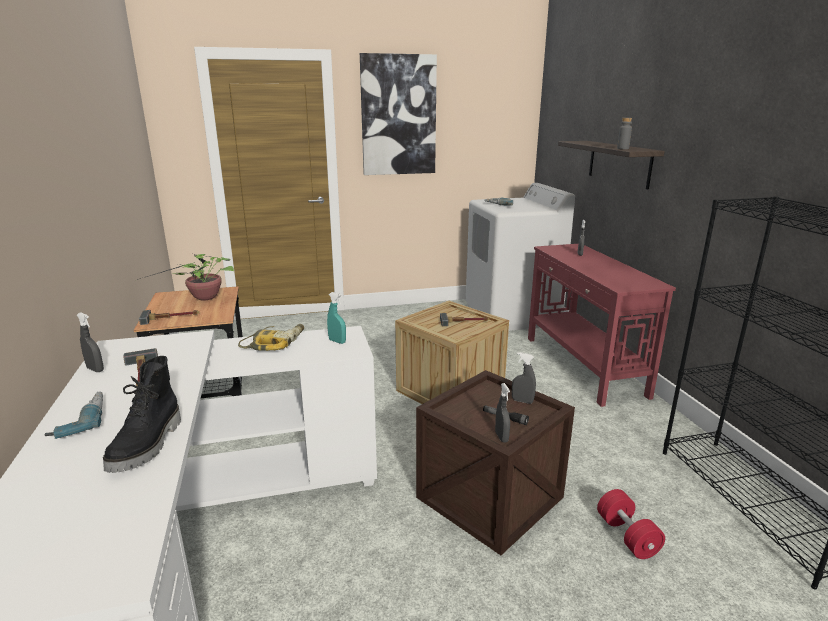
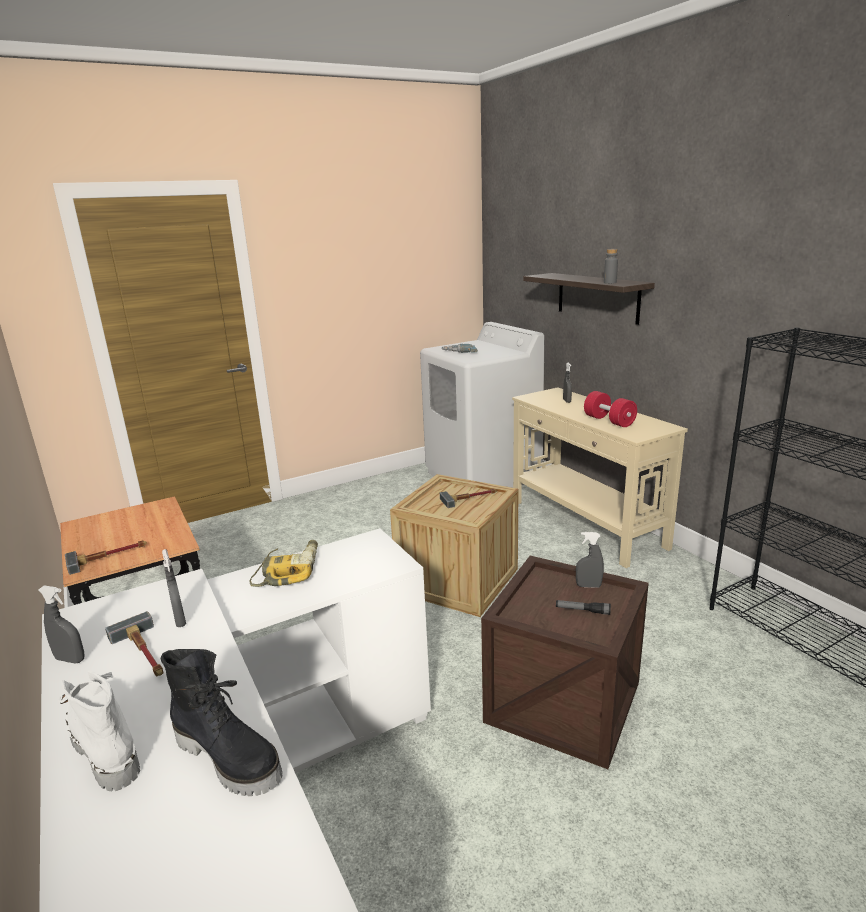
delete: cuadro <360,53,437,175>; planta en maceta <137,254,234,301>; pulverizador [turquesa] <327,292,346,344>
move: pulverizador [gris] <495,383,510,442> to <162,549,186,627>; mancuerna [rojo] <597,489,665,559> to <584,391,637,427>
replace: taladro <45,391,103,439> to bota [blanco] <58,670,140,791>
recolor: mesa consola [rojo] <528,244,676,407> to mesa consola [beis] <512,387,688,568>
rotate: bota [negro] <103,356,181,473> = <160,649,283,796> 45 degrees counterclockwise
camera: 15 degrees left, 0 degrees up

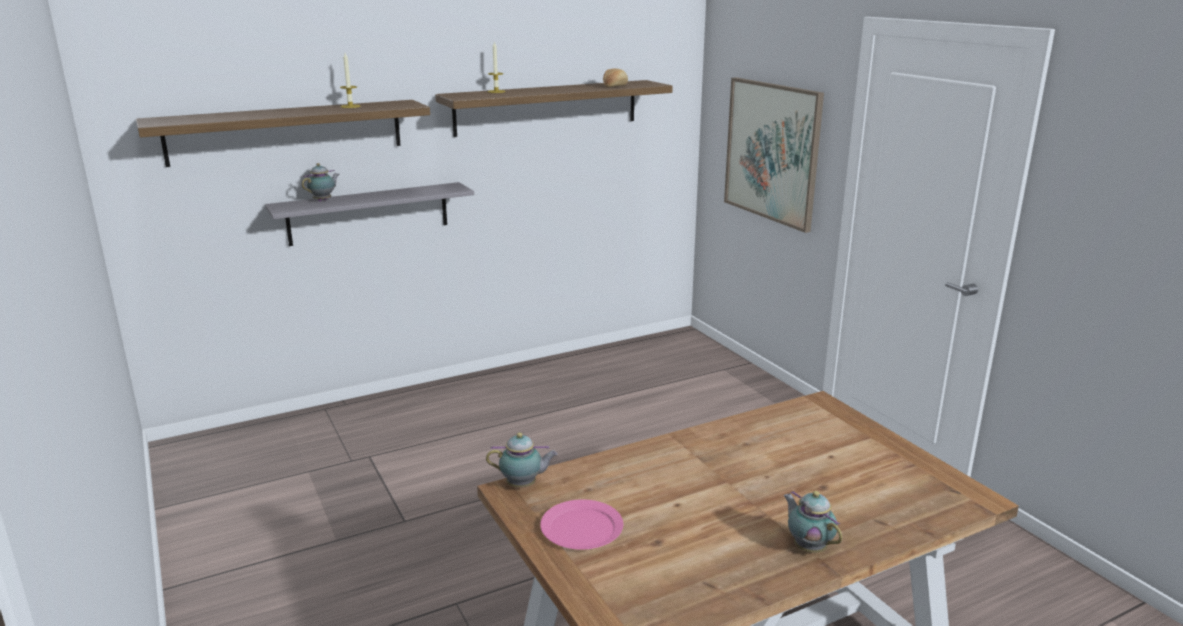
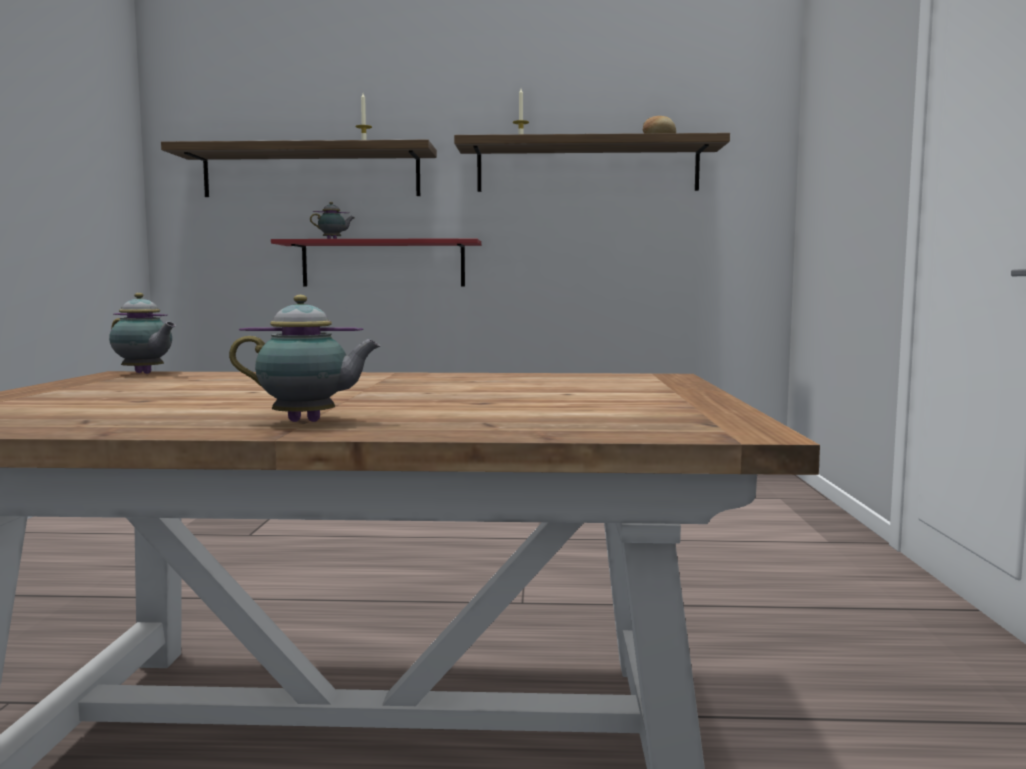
delete: cuadro <724,77,824,233>; plato [rosa] <540,499,623,549>
recolor: estante [gris] <265,182,474,246> to estante [rojo] <271,238,481,286>
rotate: tetera <783,491,843,553> = <229,295,381,422> 90 degrees clockwise
camera: 30 degrees right, 15 degrees down

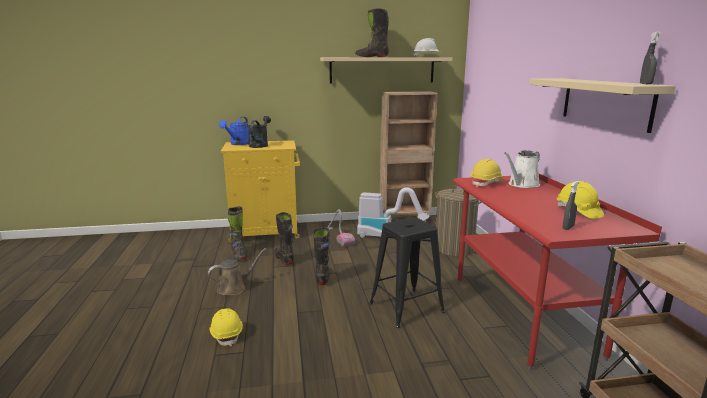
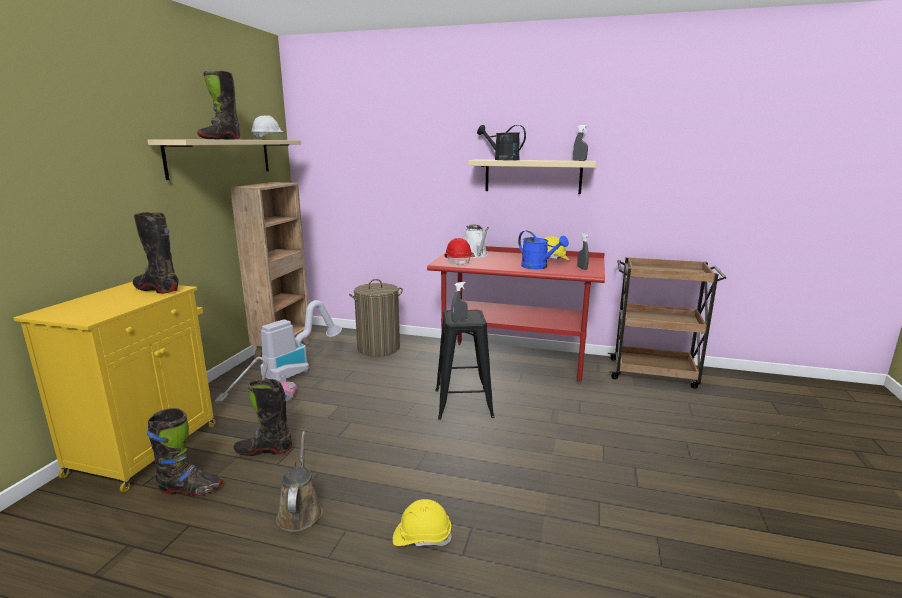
insert: pulverizador [gris] <451,282,467,322>
move: regadera [negro] <248,116,271,148> to <477,125,526,160>; regadera [azul] <219,117,249,145> to <518,231,569,269>; bota [negro] <313,227,330,285> to <133,212,179,294>
recolor: casco [amarillo] <470,159,504,187> to casco [rojo] <444,238,473,266>
camera: 65 degrees left, 0 degrees up

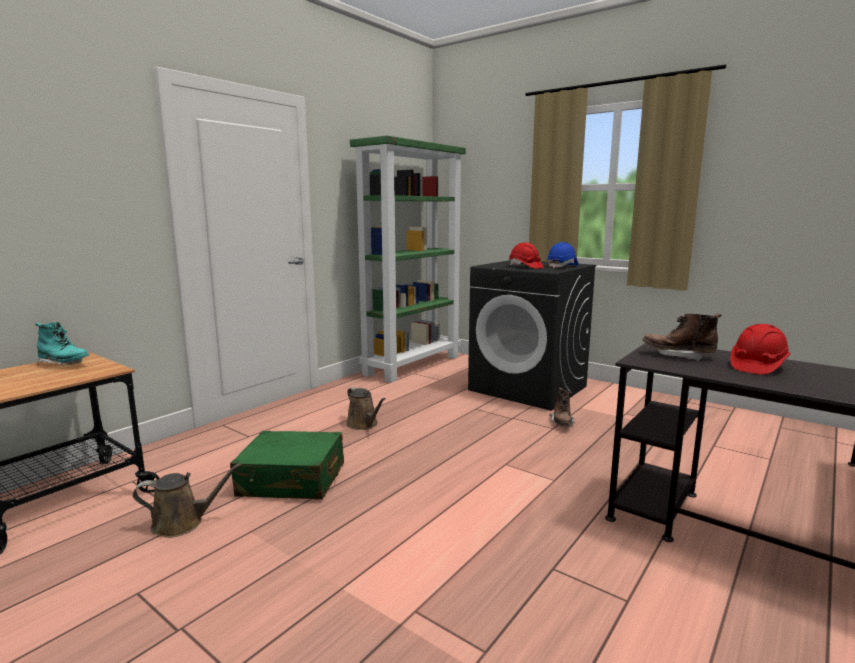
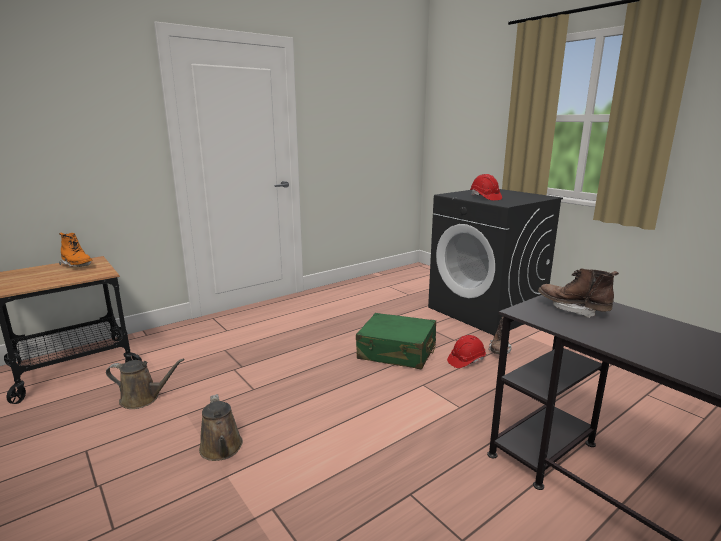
delete: estantería [verde] <350,136,466,383>; casco [azul] <547,242,578,268>
move: casco [rojo] <730,324,791,375> to <447,335,486,368>; regadera [marrón] <346,387,386,430> to <199,394,243,461>; maleta [verde] <230,431,344,500> to <356,313,436,369>
recolor: bota [turquesa] <35,322,89,365> to bota [naranja] <59,233,92,267>
camera: 15 degrees right, 5 degrees up

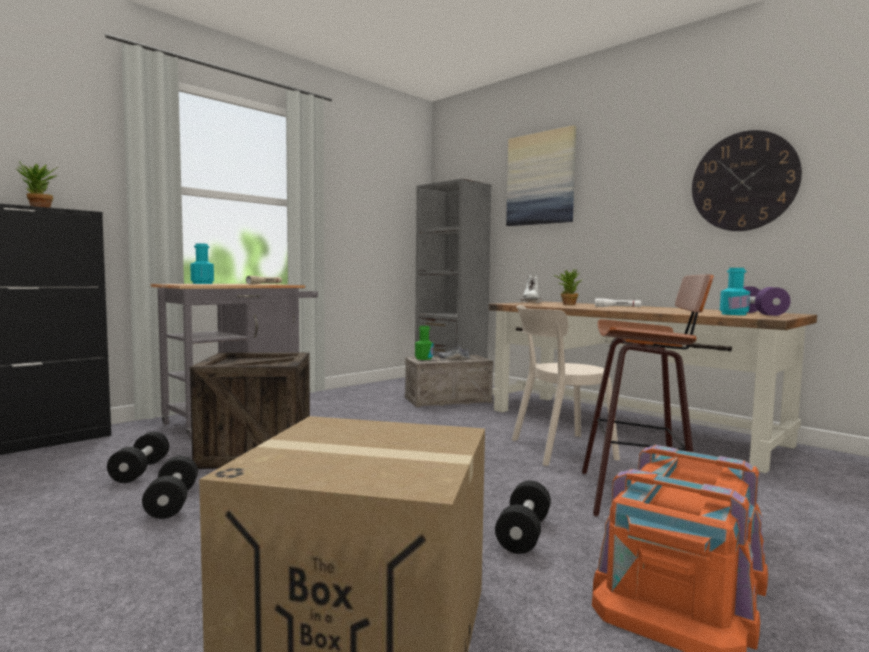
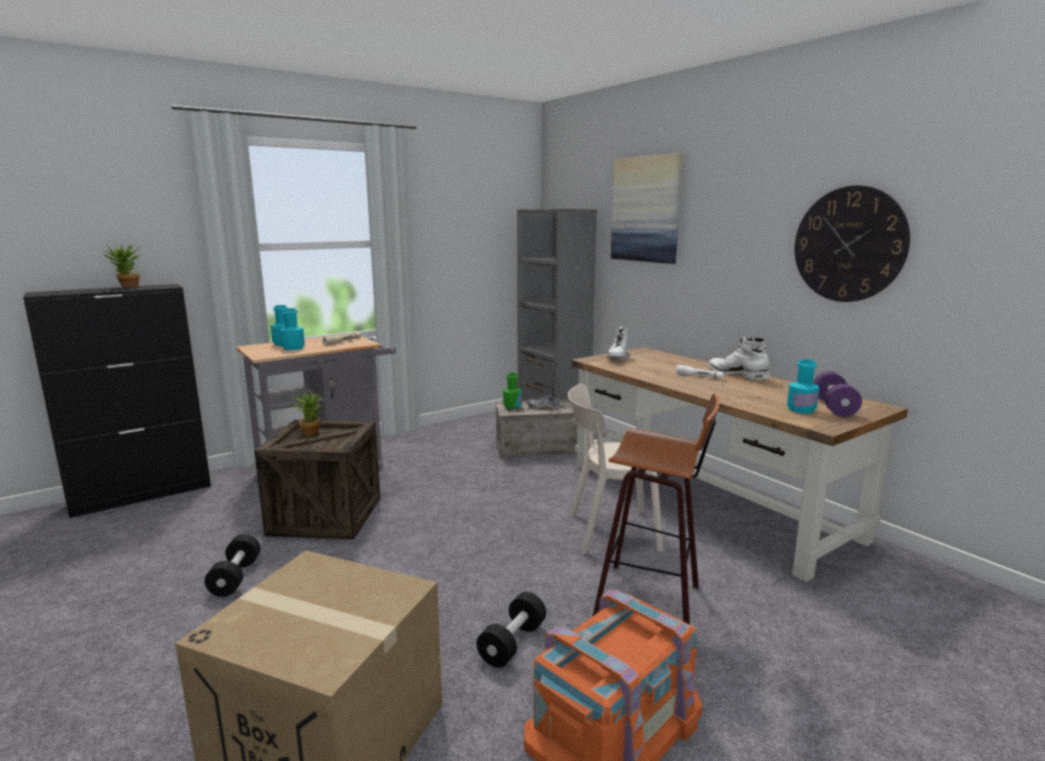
delete: mancuerna [negro] <107,432,169,483>
insert: botella [turquesa] <280,308,305,350>; bota [blanco] <708,337,770,380>
move: planta en maceta <554,269,582,305> to <291,390,322,436>
camera: 10 degrees right, 10 degrees up

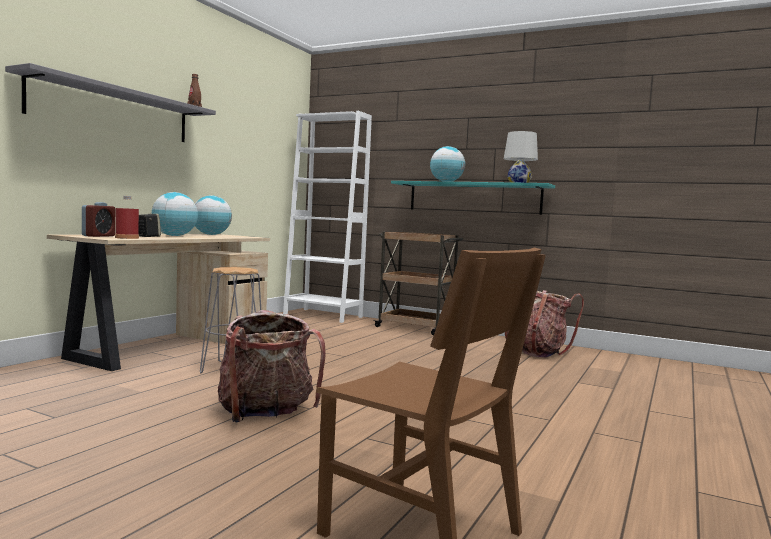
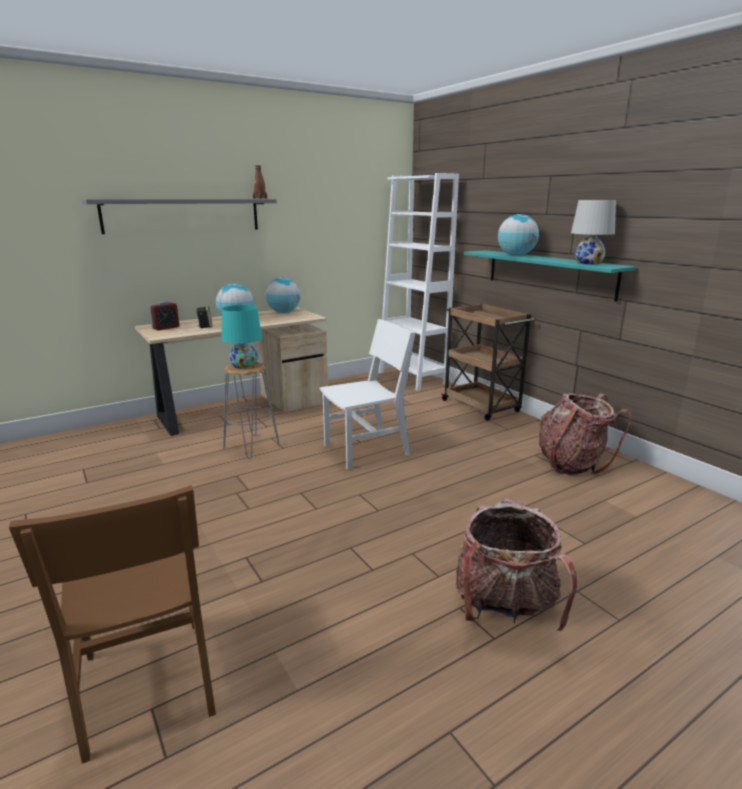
delete: botella [rojo] <115,196,139,239>
insert: lámpara de mesa [turquesa] <221,305,262,369>; silla [blanco] <320,319,415,470>
move: mochila <218,310,326,422> to <456,498,577,631>
camera: 30 degrees right, 15 degrees up

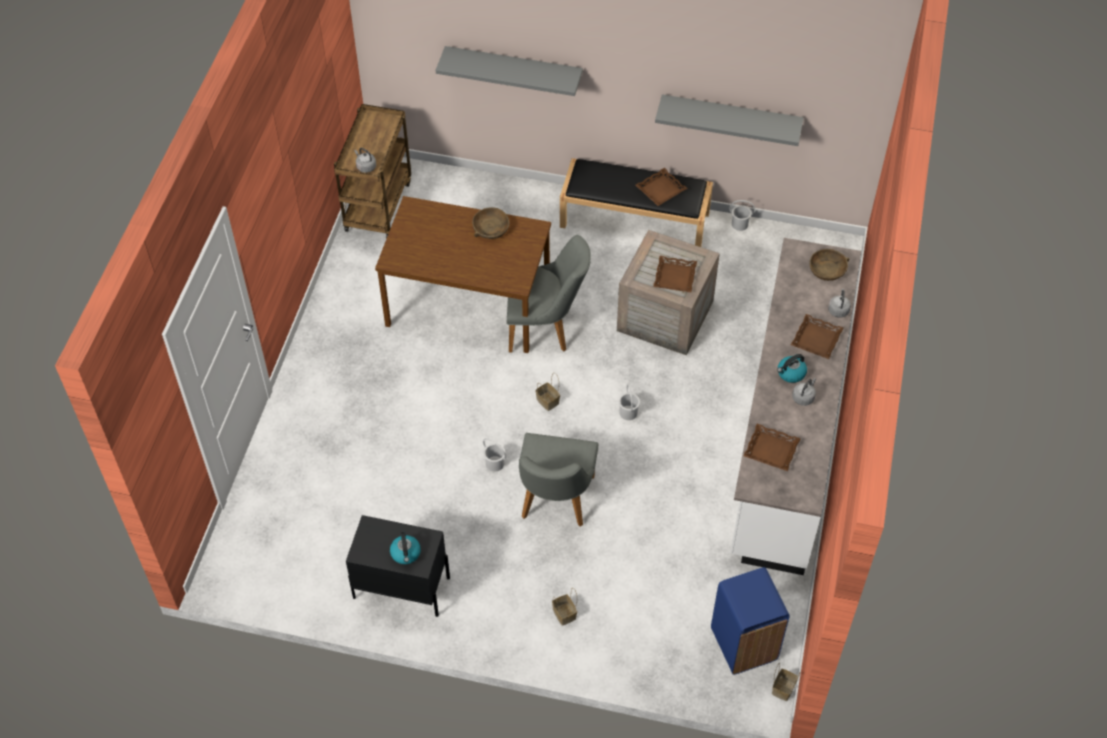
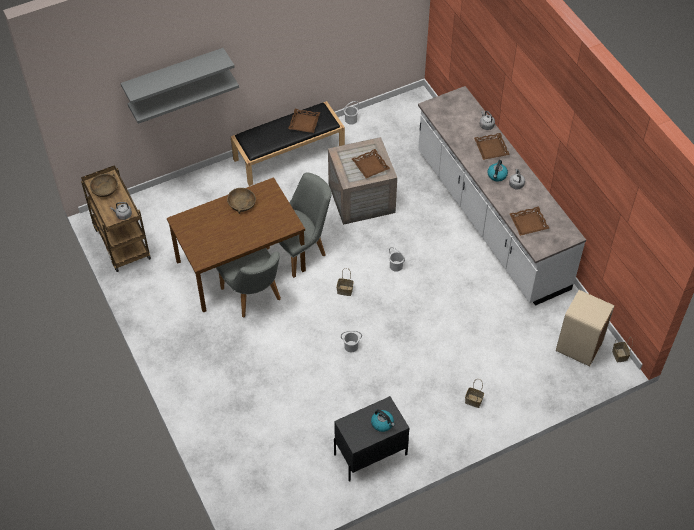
move: estante [gris] <655,94,804,146> to <121,48,235,104>; cuenco [marrón] <809,249,849,281> to <90,174,118,197>; silla [gris] <519,433,598,527> to <216,248,281,318>
recolor: papelera [azul] <711,567,790,675> to papelera [beis] <556,290,615,367>
camera: 40 degrees left, 0 degrees up

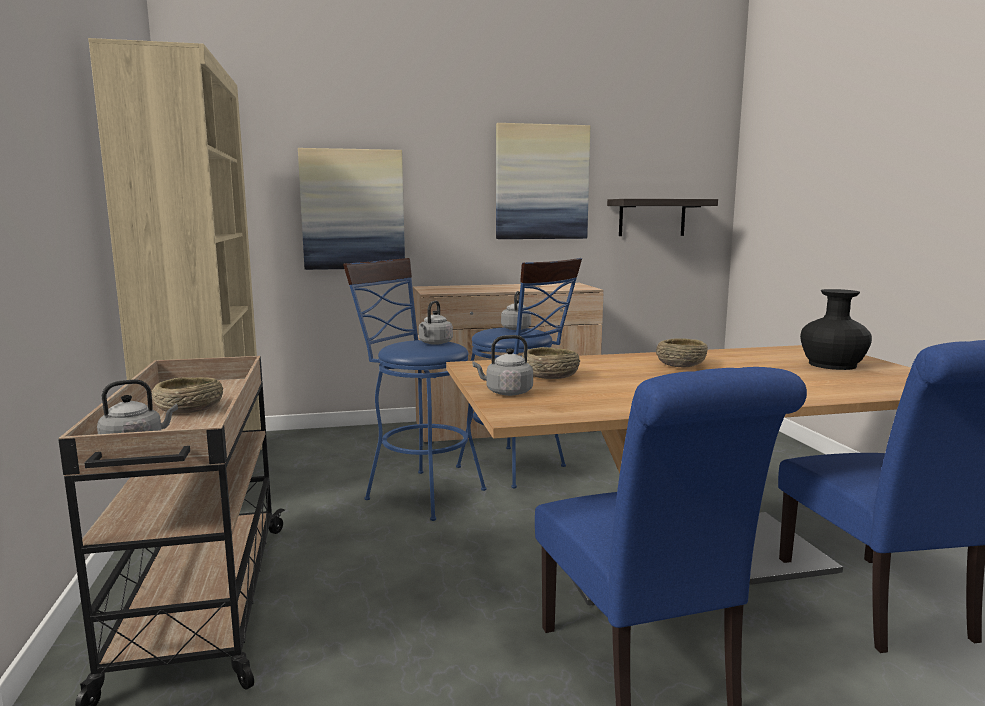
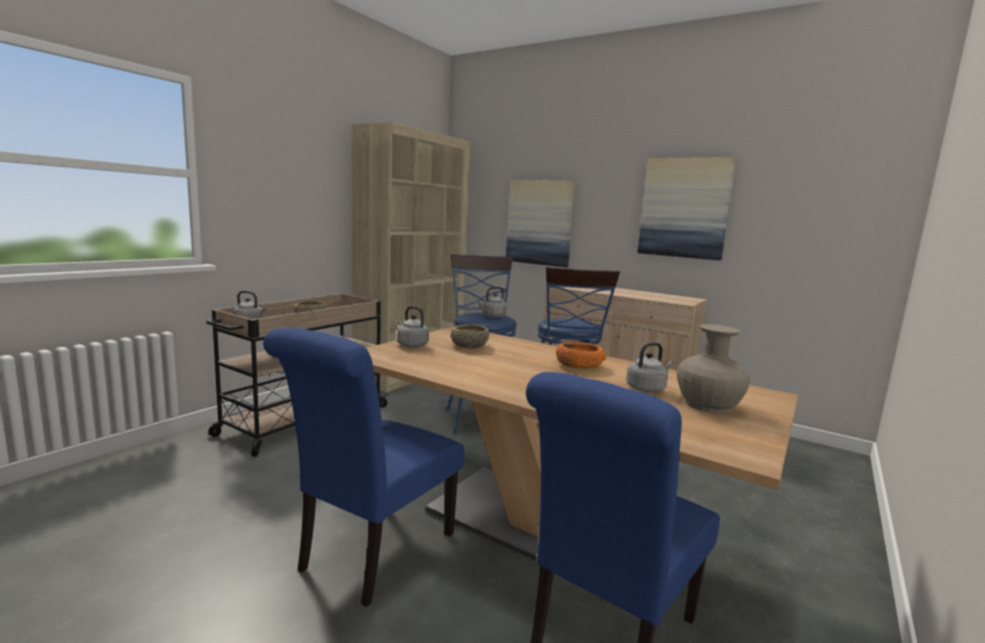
delete: estante <607,199,718,236>
move: hervidor [gris] <501,291,531,330> to <626,342,673,392>
recolor: florero [negro] <800,289,872,370> to florero [beis] <677,324,750,413>; cuenco [beis] <656,338,708,368> to cuenco [naranja] <556,342,606,368>
camera: 45 degrees right, 0 degrees up

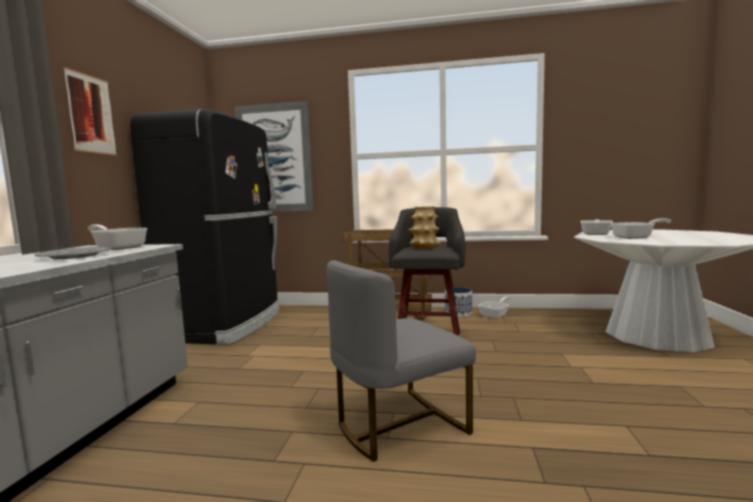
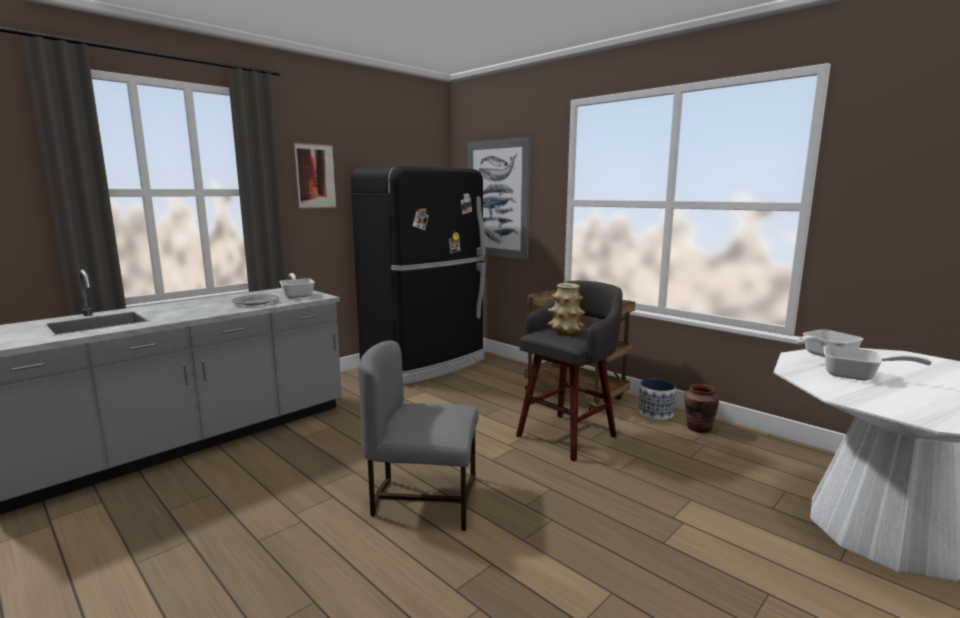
replace: sartén <478,297,510,319> to florero [marrón] <684,384,719,433>
camera: 35 degrees right, 5 degrees up

